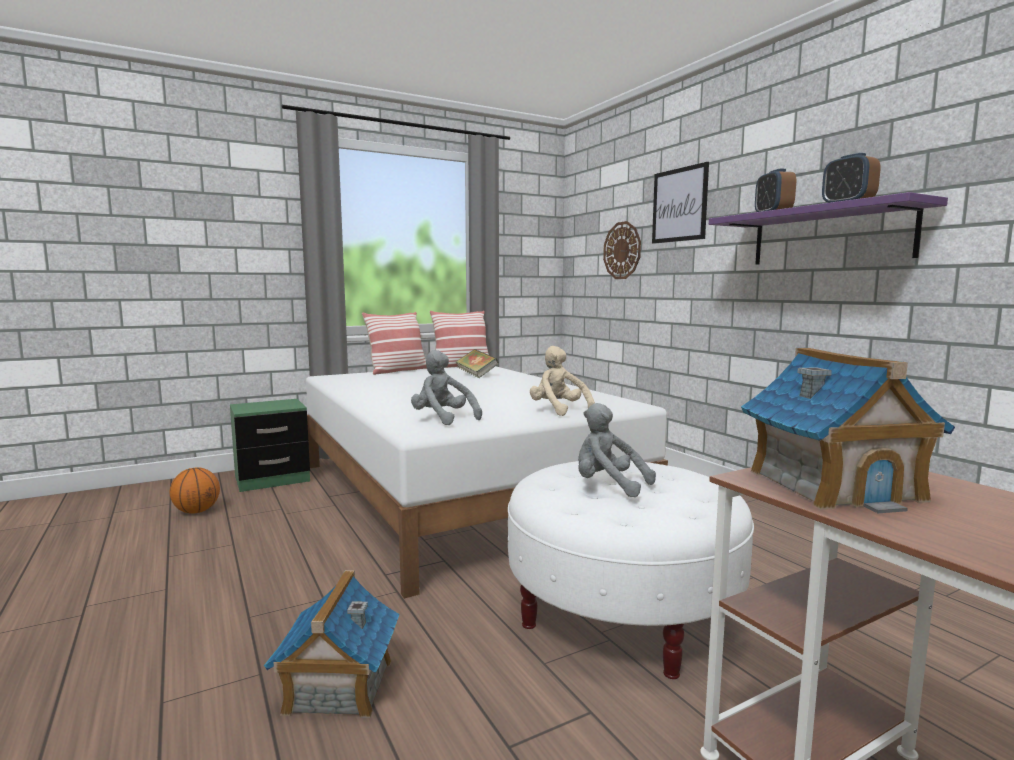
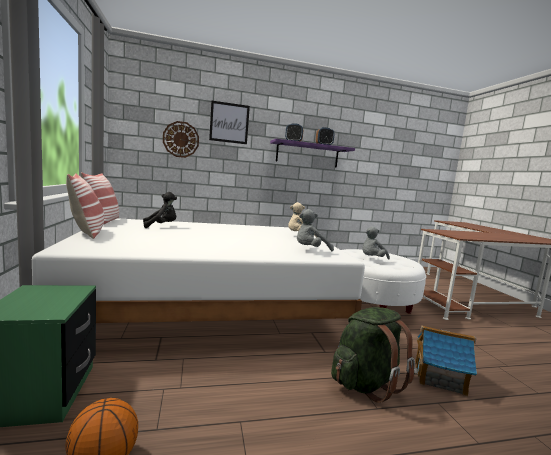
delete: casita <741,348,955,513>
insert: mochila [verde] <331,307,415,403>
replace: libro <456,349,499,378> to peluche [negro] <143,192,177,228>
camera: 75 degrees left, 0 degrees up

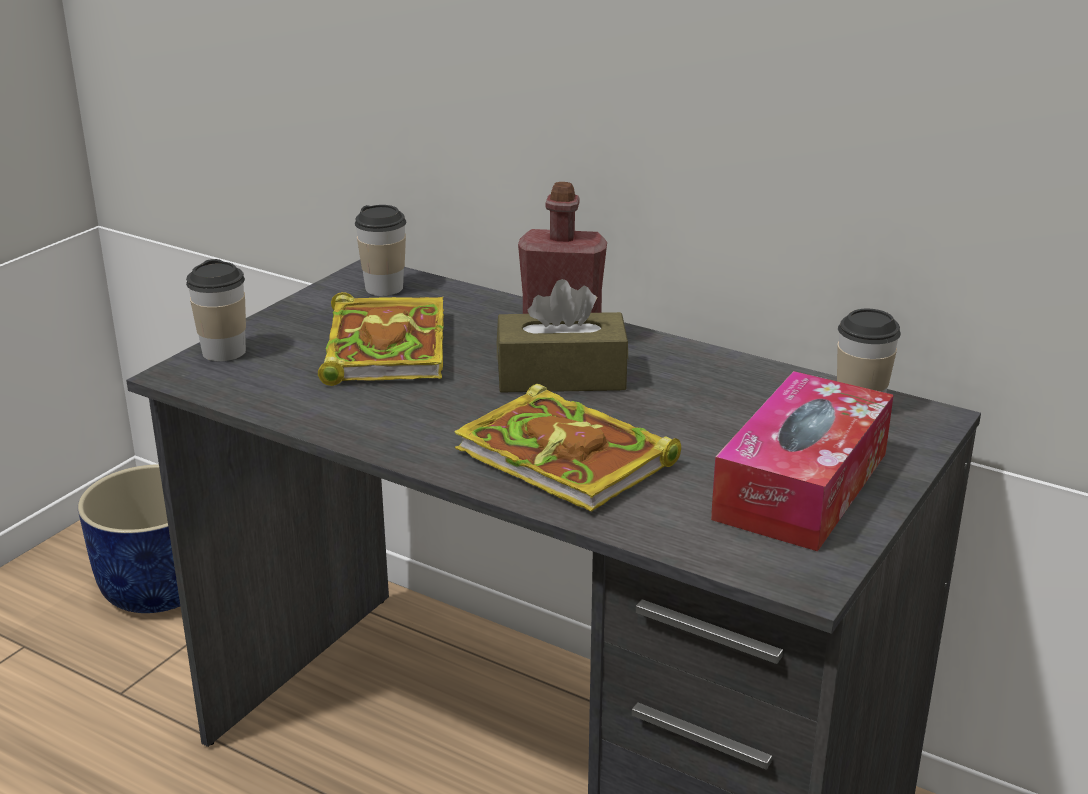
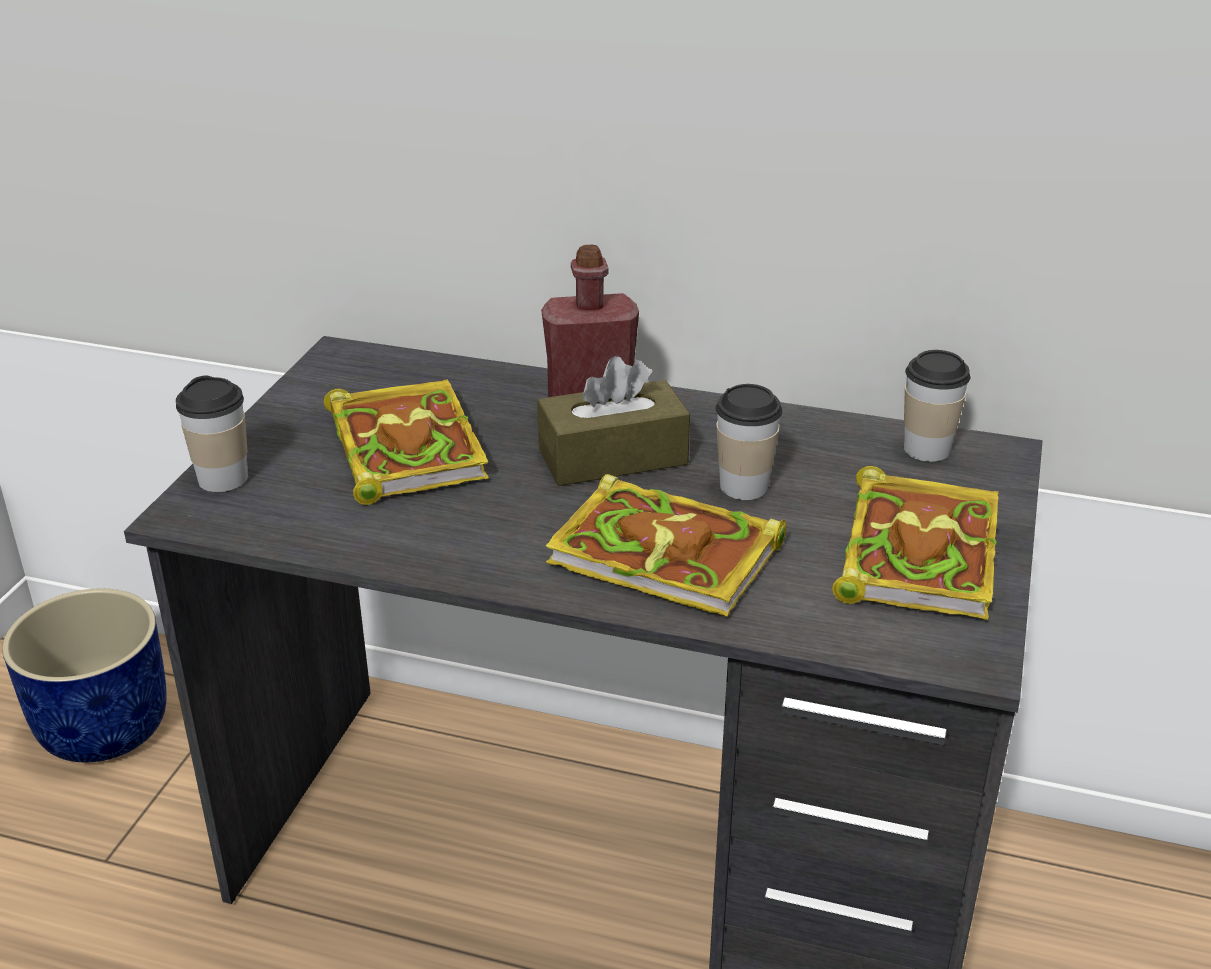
move: taza <355,205,406,296> to <716,384,783,500>
replace: caja de pañuelos <711,371,894,551> to libro <832,466,999,620>
camera: 15 degrees left, 5 degrees up

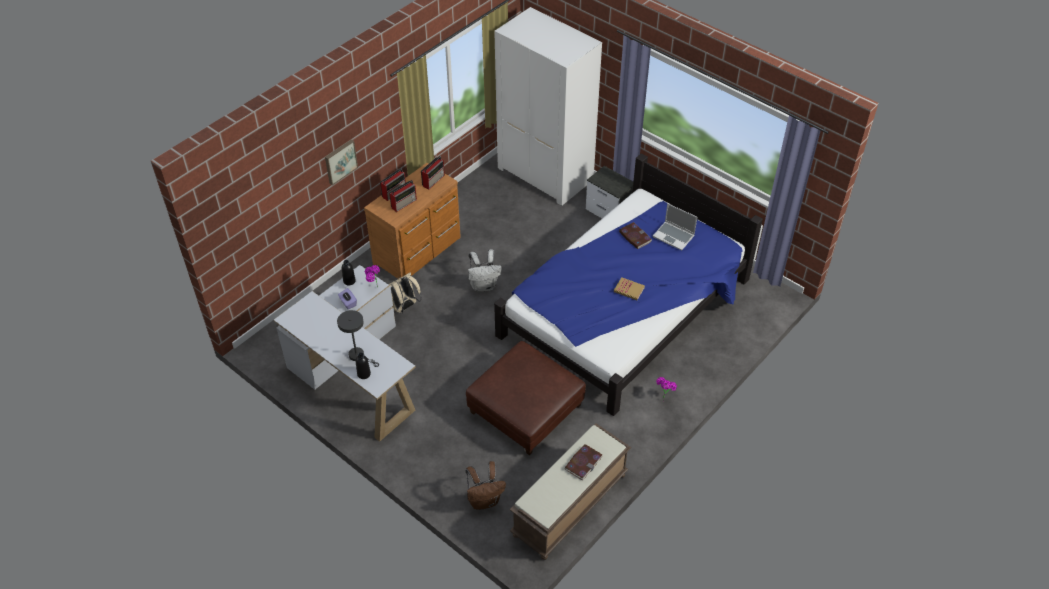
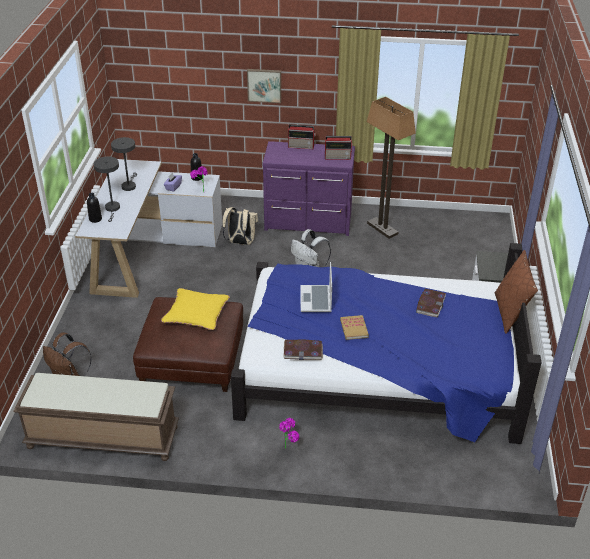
delete: armario ropero [blanco] <494,7,602,206>; radio <389,180,417,212>
insert: lámpara de pie <367,97,416,239>; lámpara de mesa [gris] <111,137,137,191>; cojín [marrón] <495,250,538,334>; cojín [amarillo] <161,288,230,330>
move: portátil <652,203,697,250> to <301,262,332,312>; libro <565,444,602,480> to <283,340,323,360>
recolor: cómoda [marrón] <364,163,461,279> to cómoda [morado] <263,141,355,236>
camera: 55 degrees right, 10 degrees down

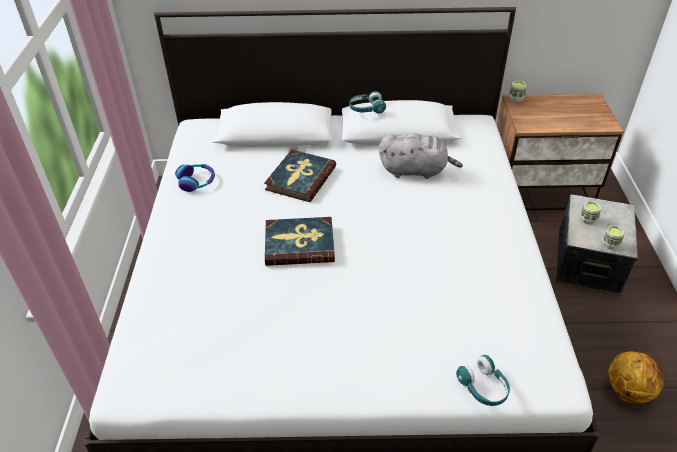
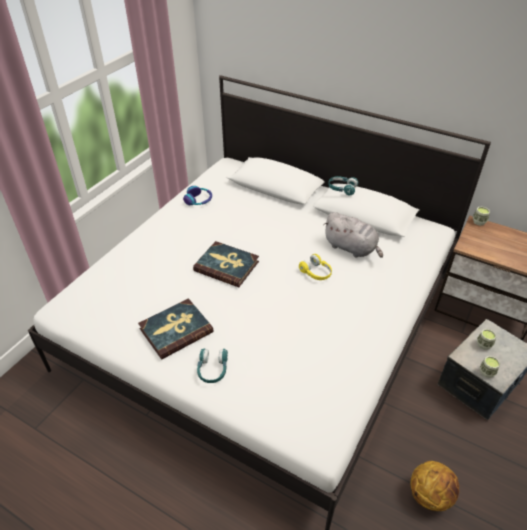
insert: auriculares [amarillo] <299,254,332,280>
move: libro <264,150,336,202> to <138,298,214,359>; auriculares [turquesa] <456,355,510,406> to <197,348,228,383>
camera: 30 degrees right, 0 degrees up

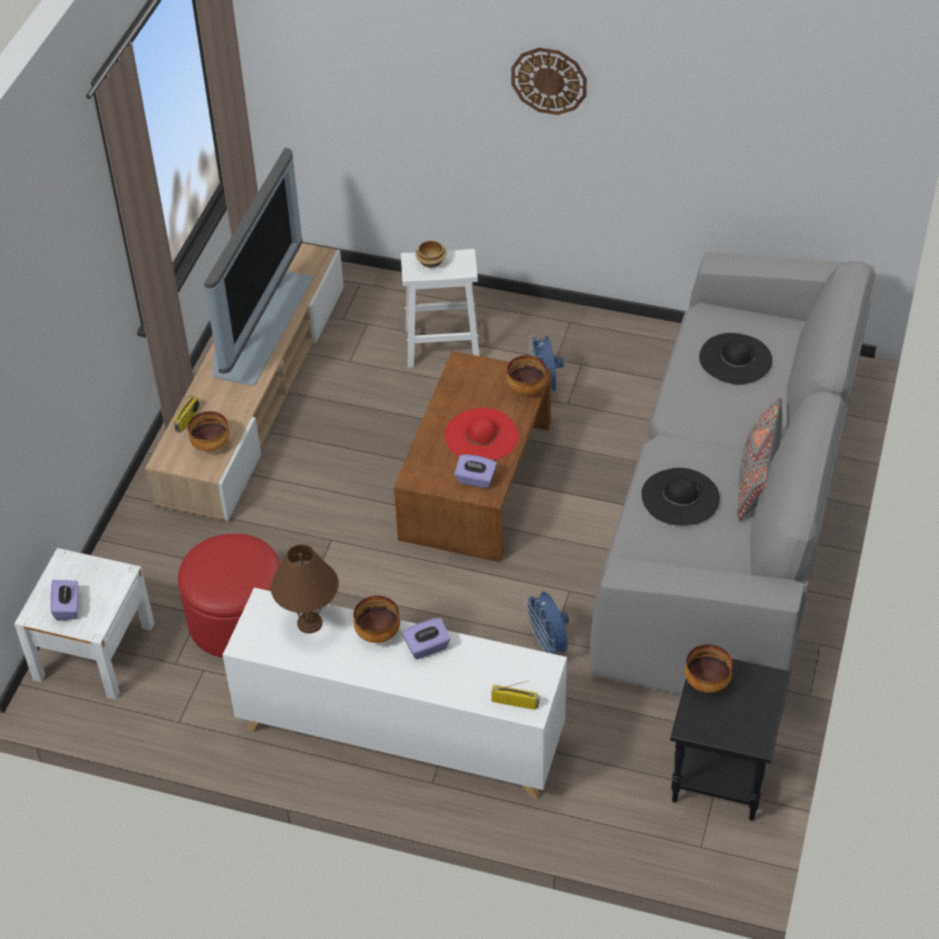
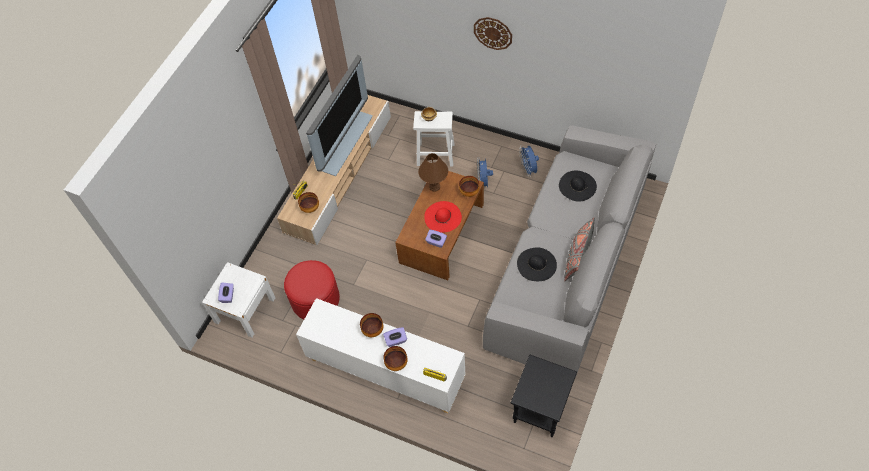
move: lámpara de mesa [marrón] <271,544,339,634> to <418,153,448,192>; ventilador [azul] <523,591,569,654> to <519,146,539,177>; cuenco <685,644,733,693> to <383,346,408,371>
camera: 10 degrees right, 10 degrees up

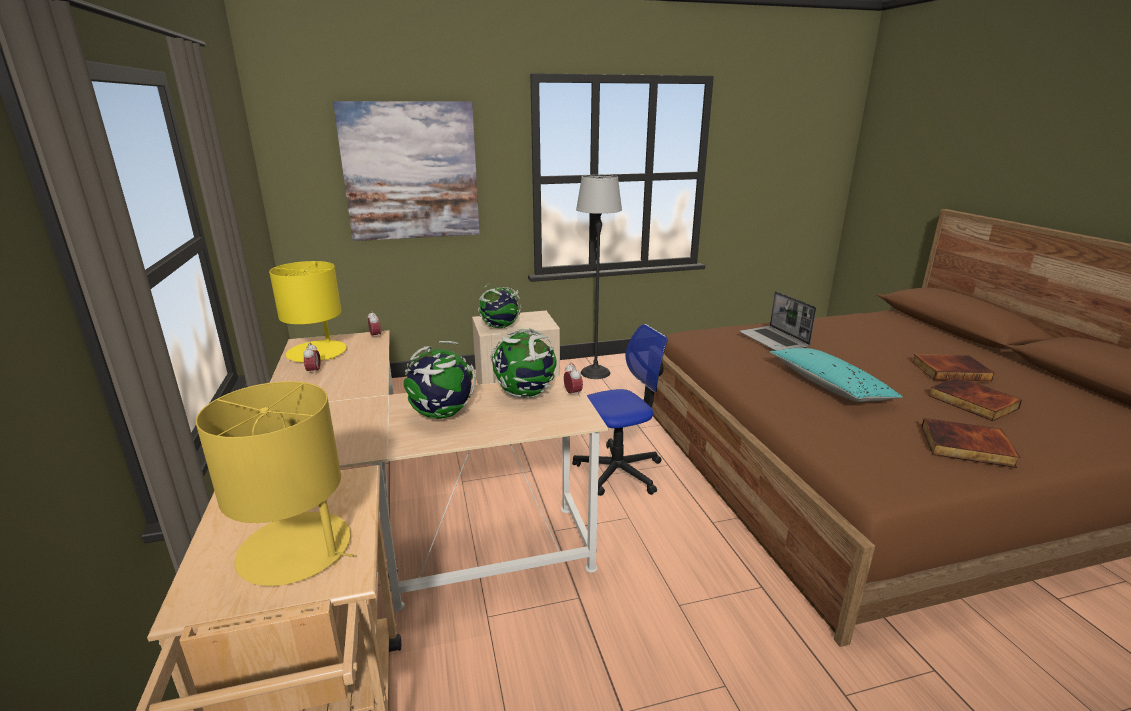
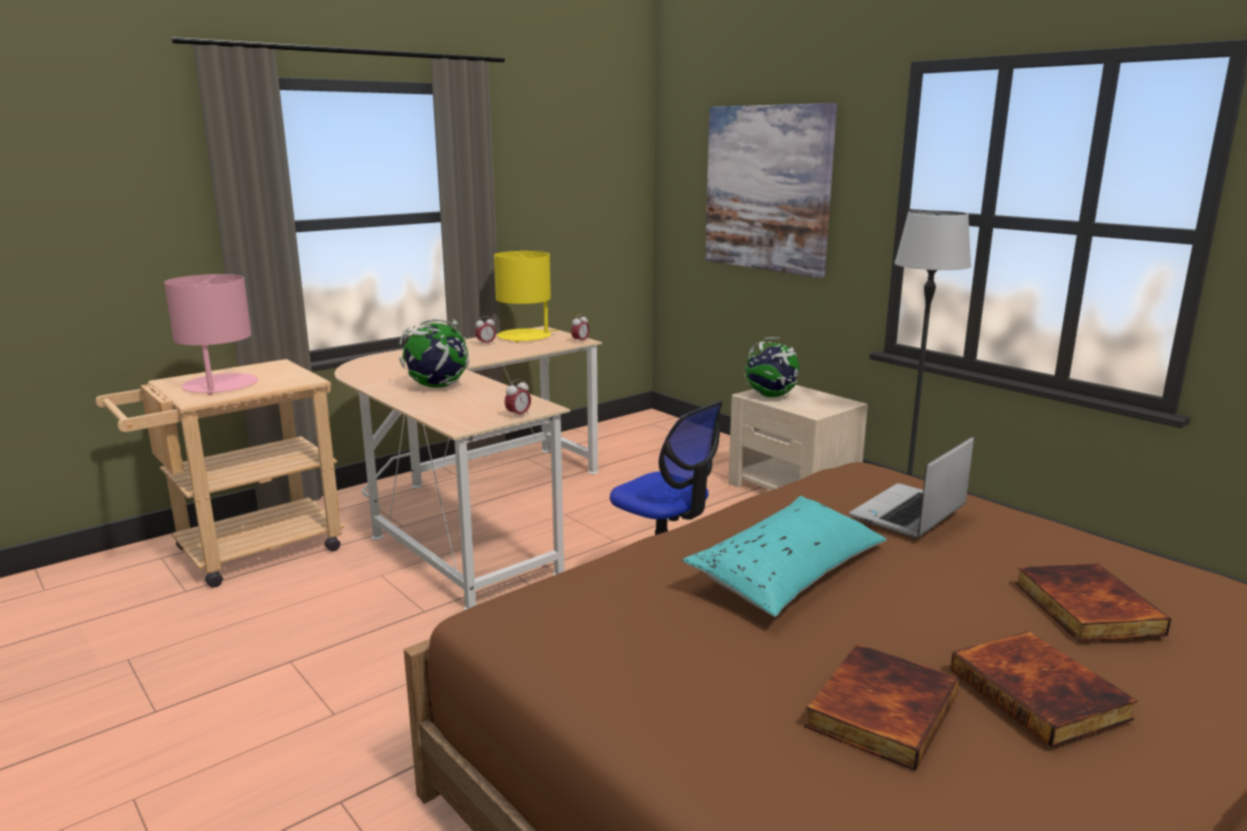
delete: globo terráqueo <491,328,556,398>
move: libro <921,418,1020,468> to <1015,563,1171,642>
recolor: lámpara de mesa [amarillo] <196,381,354,586> to lámpara de mesa [rosa] <164,274,258,395>
camera: 65 degrees right, 5 degrees down

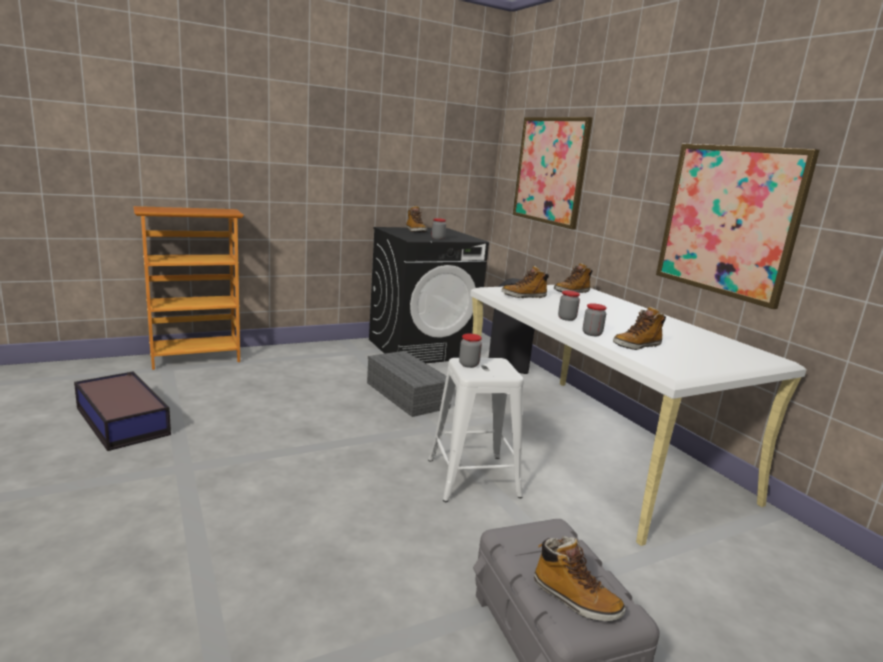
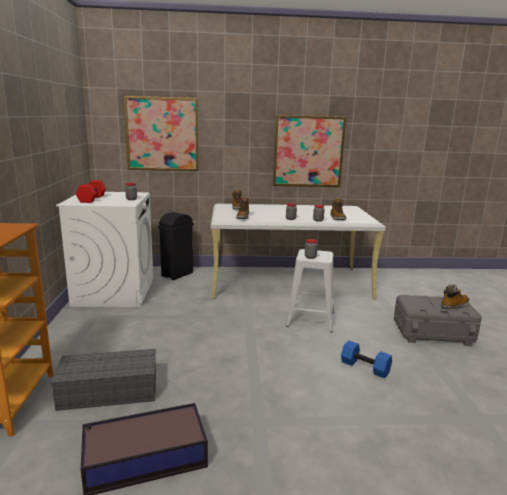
insert: mancuerna [azul] <341,341,392,378>
move: caja de almacenaje [gris] <367,351,451,417> to <51,349,156,411>
replace: bota <406,206,428,232> to mancuerna [rojo] <76,180,106,203>
recolor: lavadora [negro] <369,227,489,363> to lavadora [blanco] <56,192,153,307>
camera: 65 degrees left, 0 degrees up

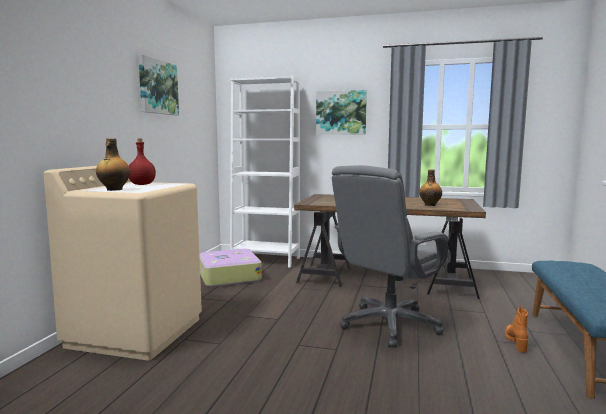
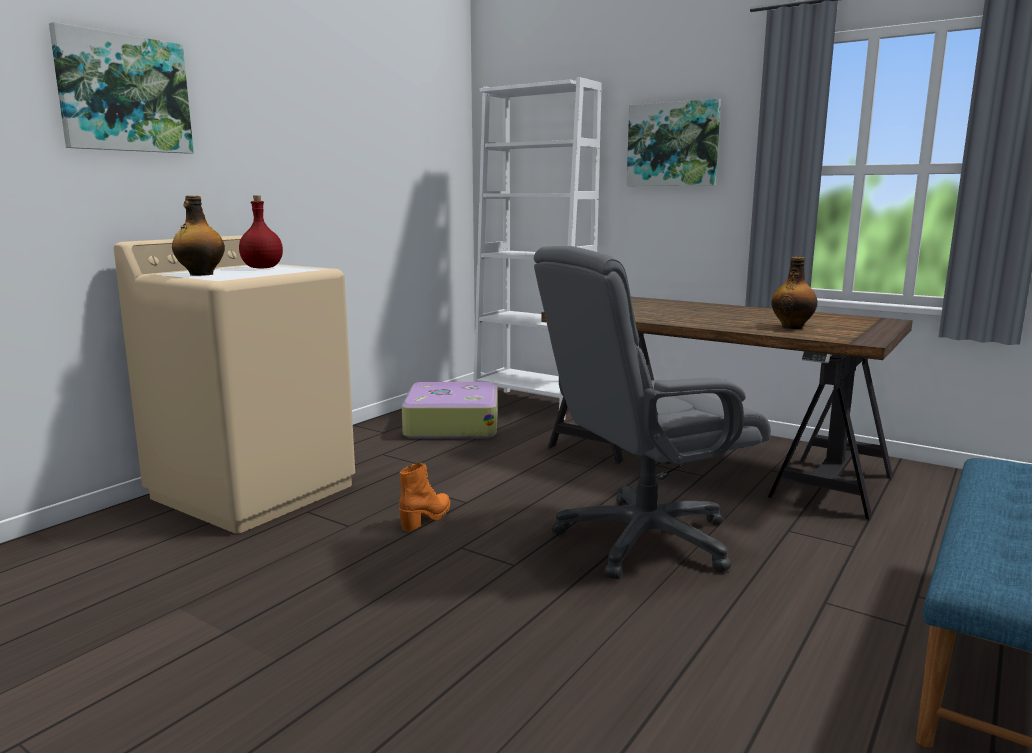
move: cuadro <138,55,179,115> to <49,22,194,154>; bota [naranja] <505,307,528,353> to <399,463,450,531>
camera: 20 degrees right, 5 degrees up

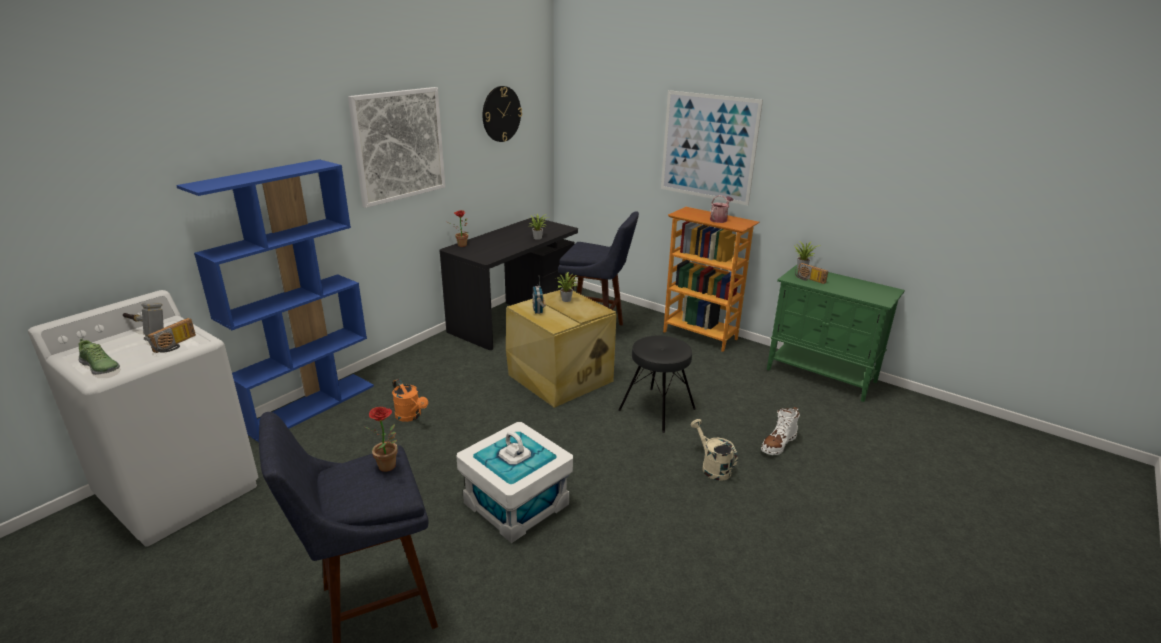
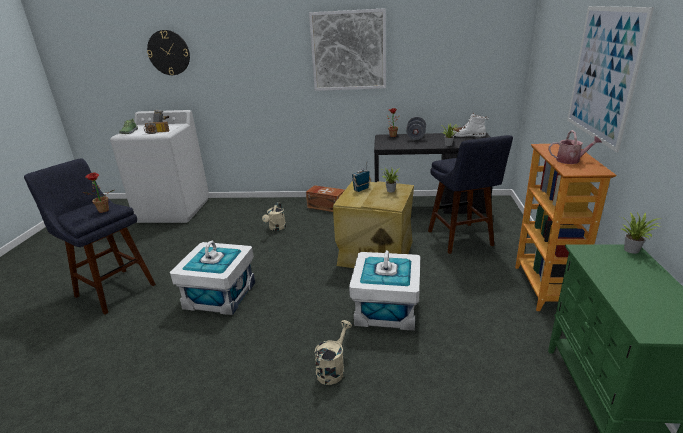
delete: estantería [azul] <176,159,374,442>; radio <795,263,828,284>
insert: mancuerna [gris] <406,116,426,140>; caja de almacenaje [marrón] <306,185,345,212>
move: reloj de pared <482,86,522,142> to <147,30,190,75>; bota [blanco] <761,407,800,455> to <451,112,488,137>
replace: taburete [negro] <618,335,696,433> to caja de almacenaje [blanco] <349,250,420,331>
recolor: regadera [naranja] <392,379,428,422> to regadera [beis] <262,202,286,231>
camera: 60 degrees right, 0 degrees up

